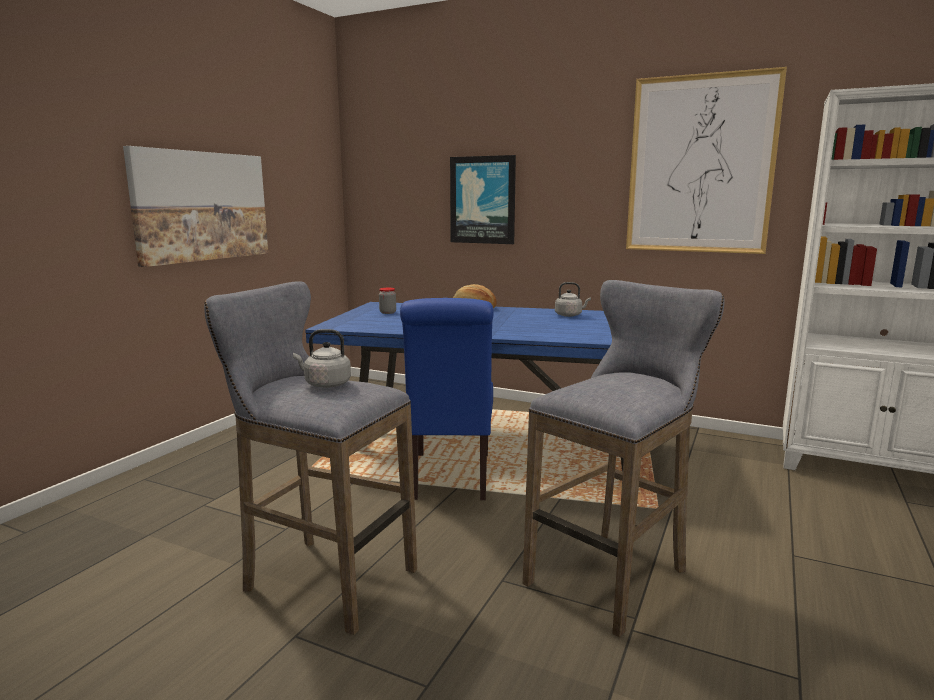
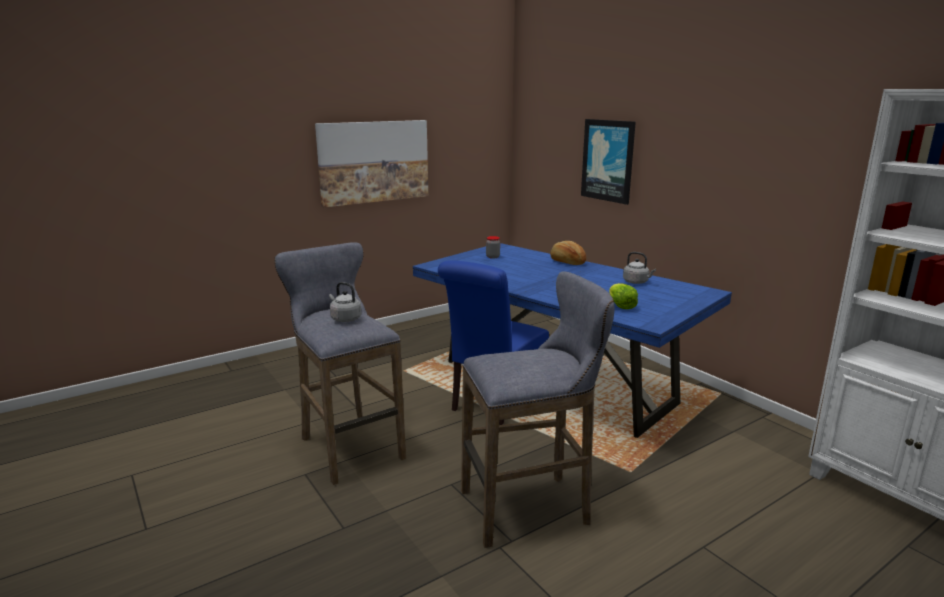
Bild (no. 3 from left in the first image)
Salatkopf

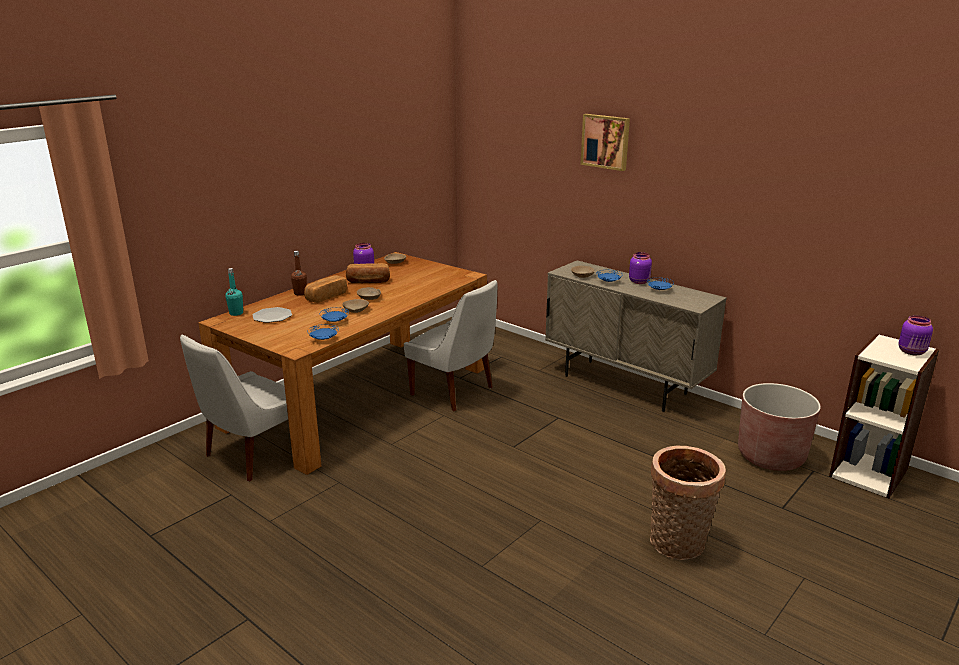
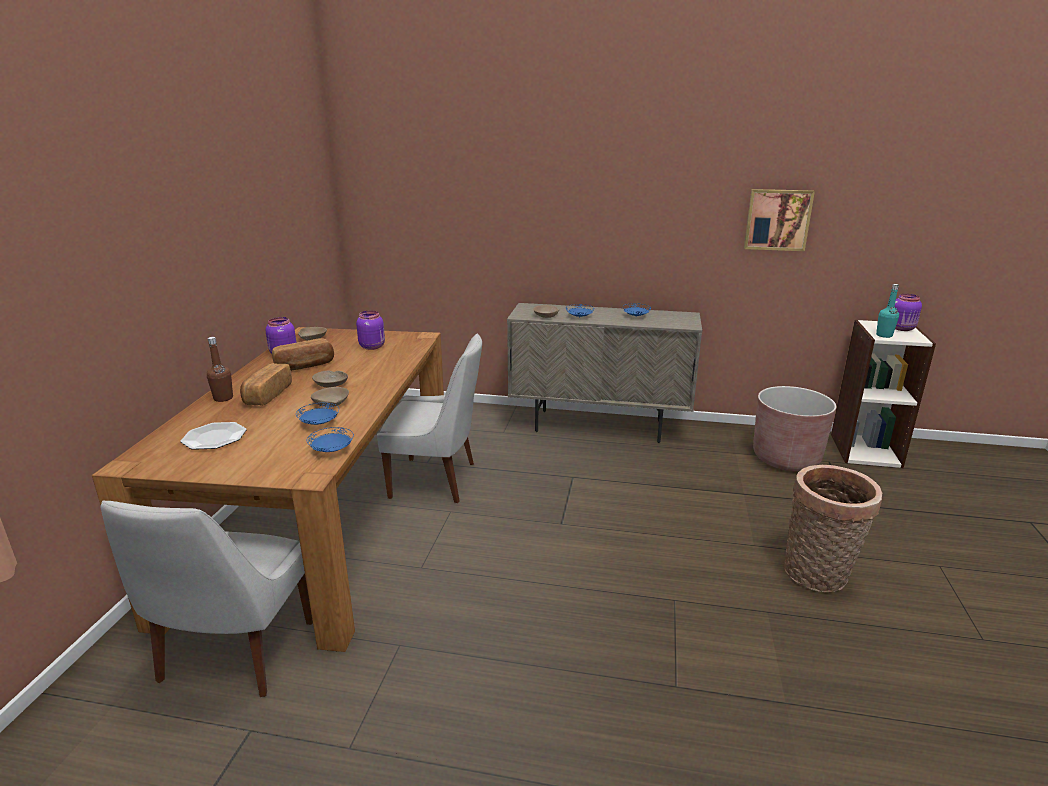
Bild
Vorratsglas [lila] (no. 2 from left)
Flasche [türkis]

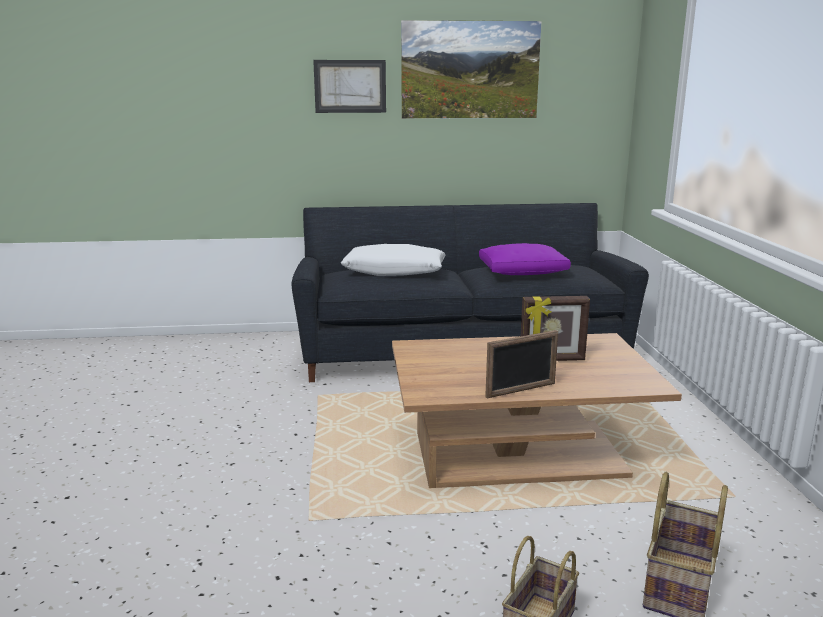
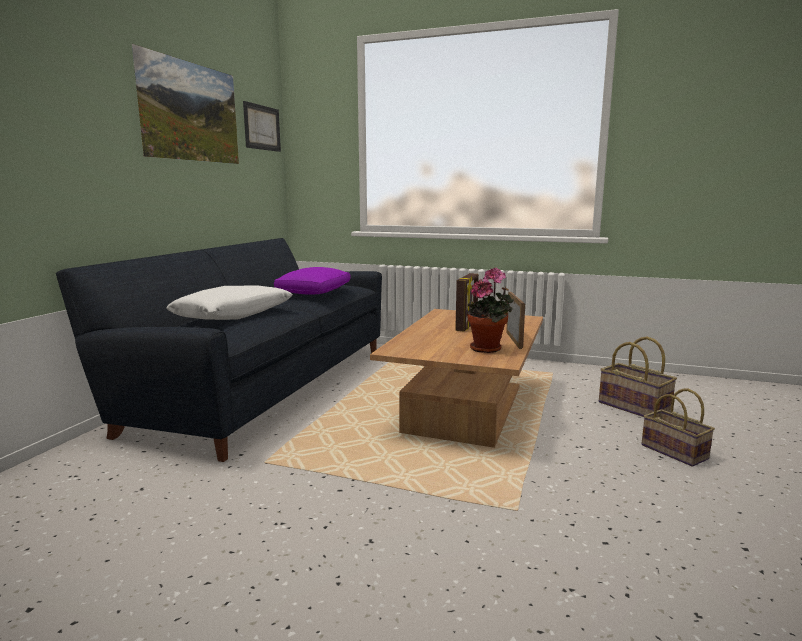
Bild (no. 2 from left)
Topfpflanze

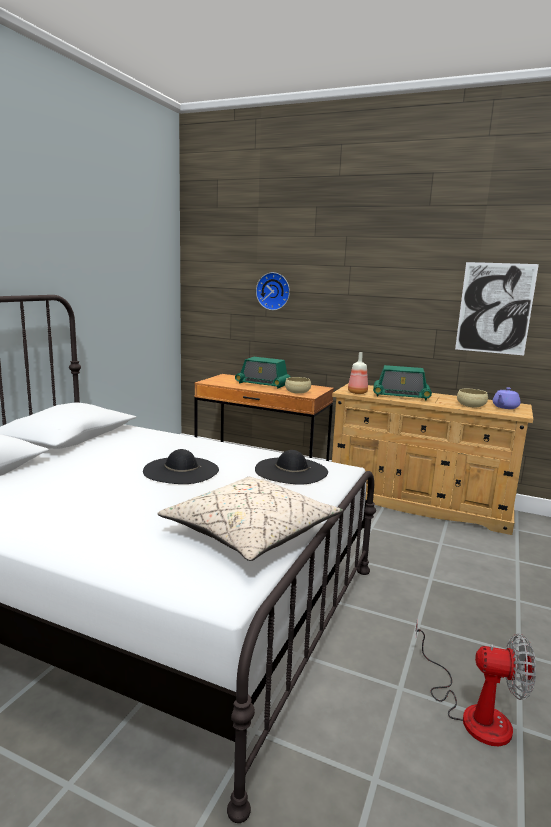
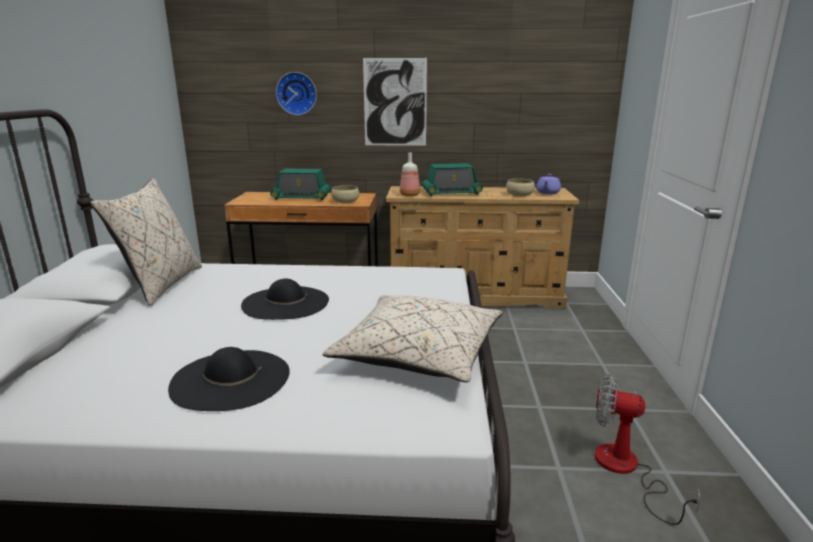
Bild
Hut [schwarz] (no. 1 from left)
Ventilator
Kissen [beige] (no. 1 from left)

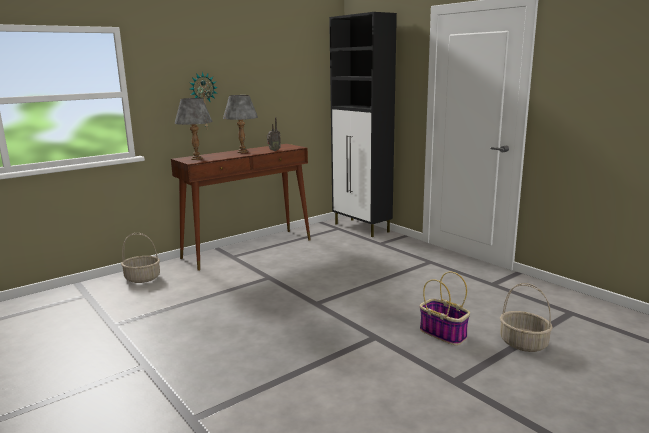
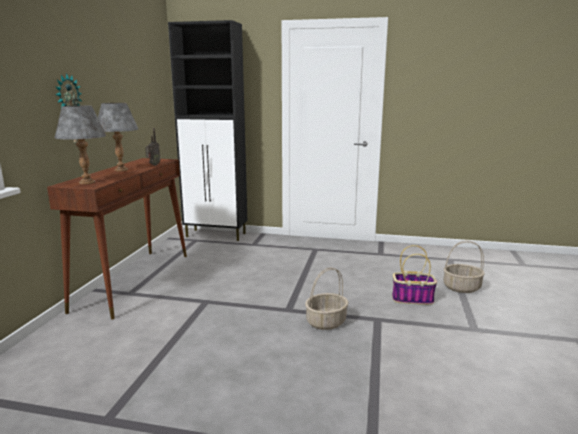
Korb (no. 1 from left)

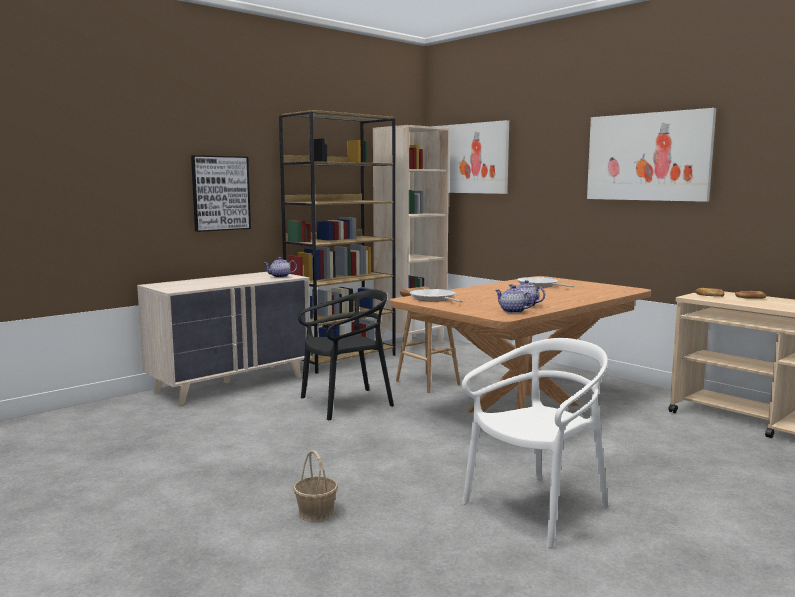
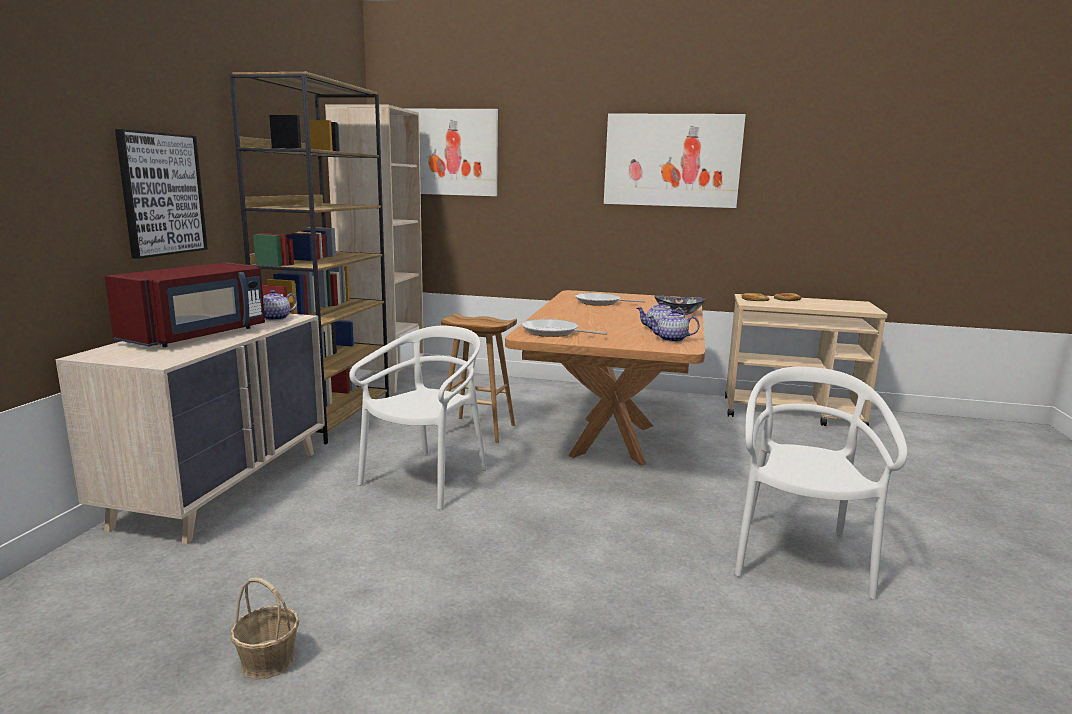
Stuhl [weiß] (no. 1 from left)
Korb
Mikrowelle [rot]
Schüssel

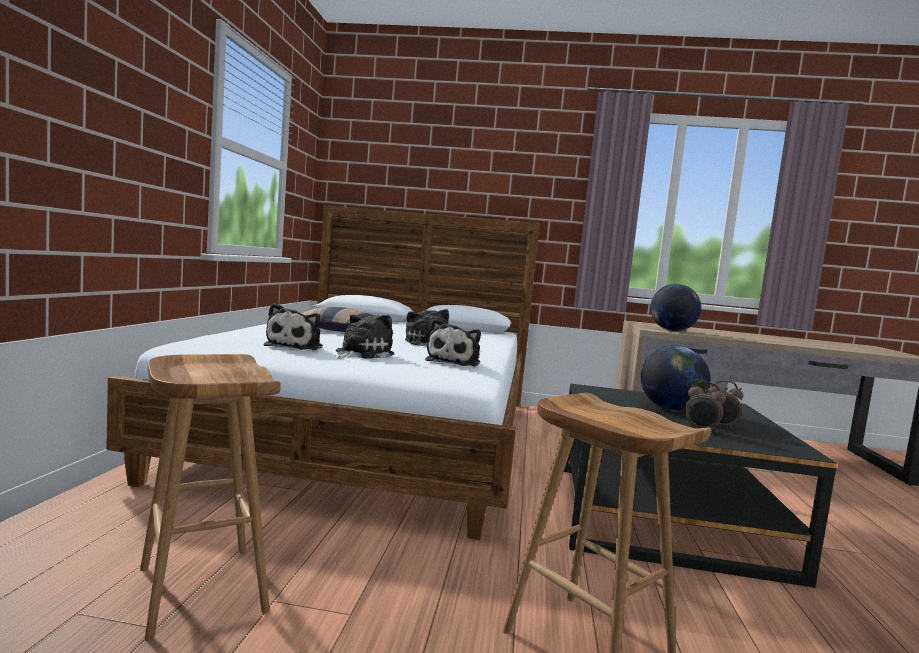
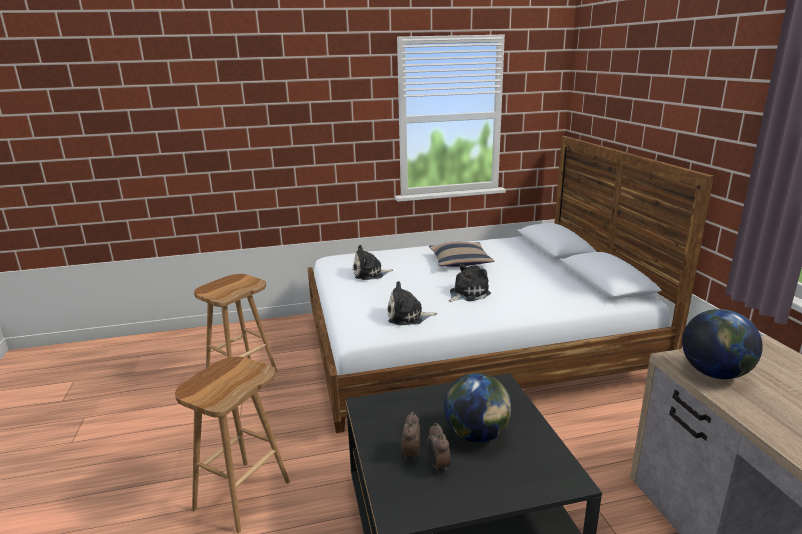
Plüschtier (no. 2 from left in the first image)

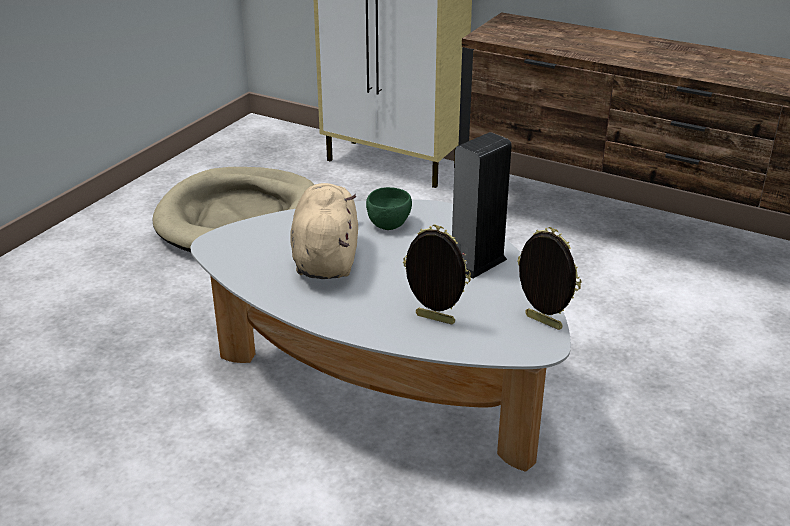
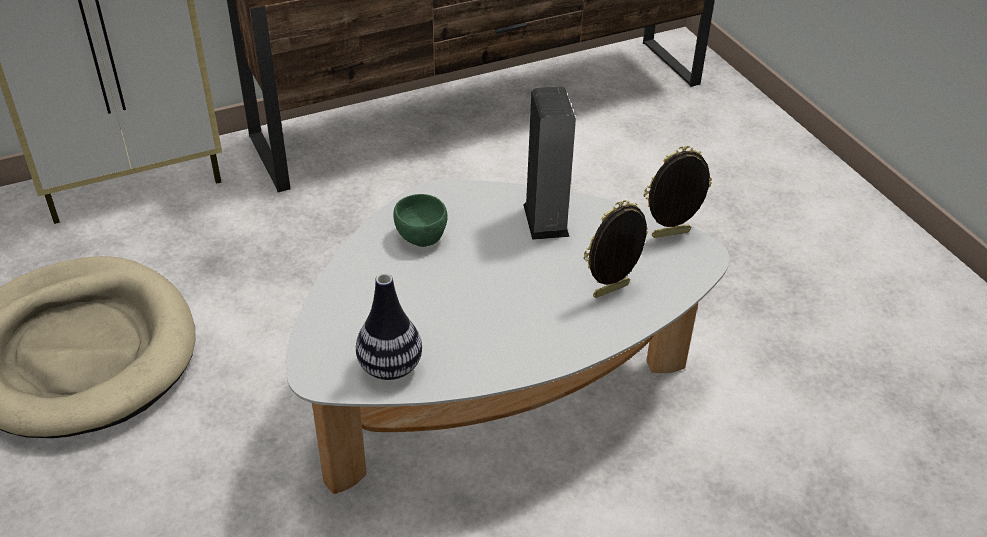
Plüschtier [beige]
Vase

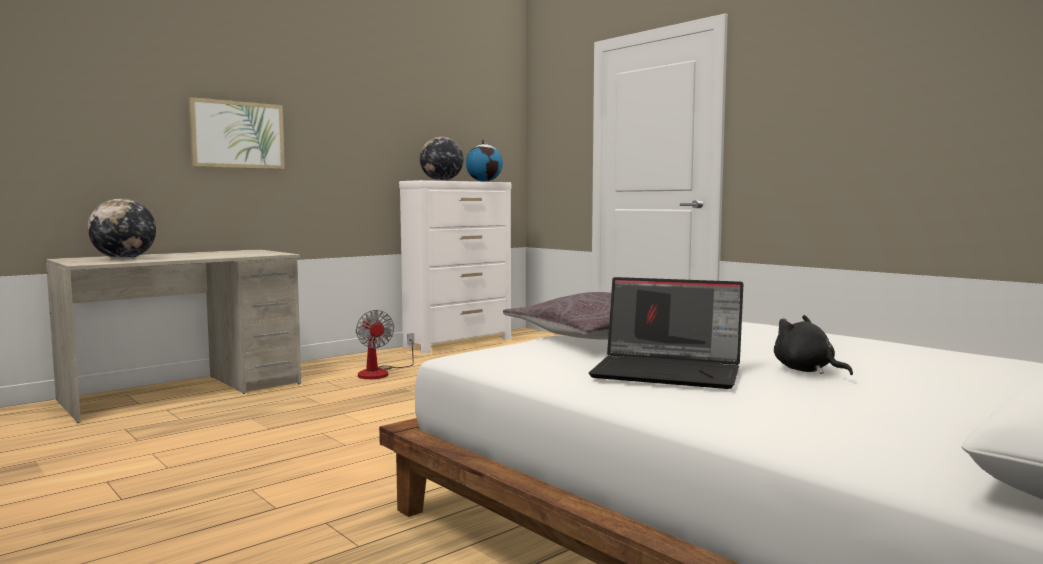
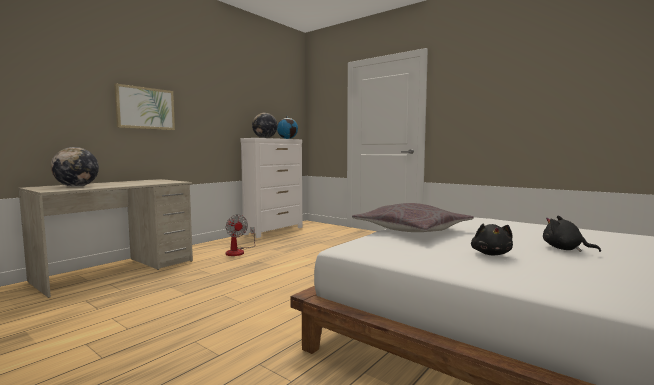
Plüschtier [schwarz] (no. 1 from left)

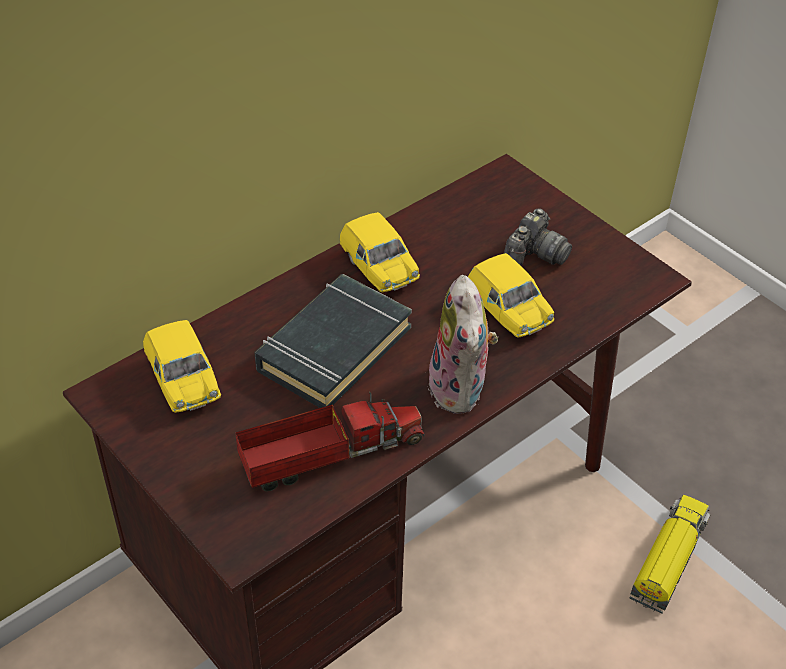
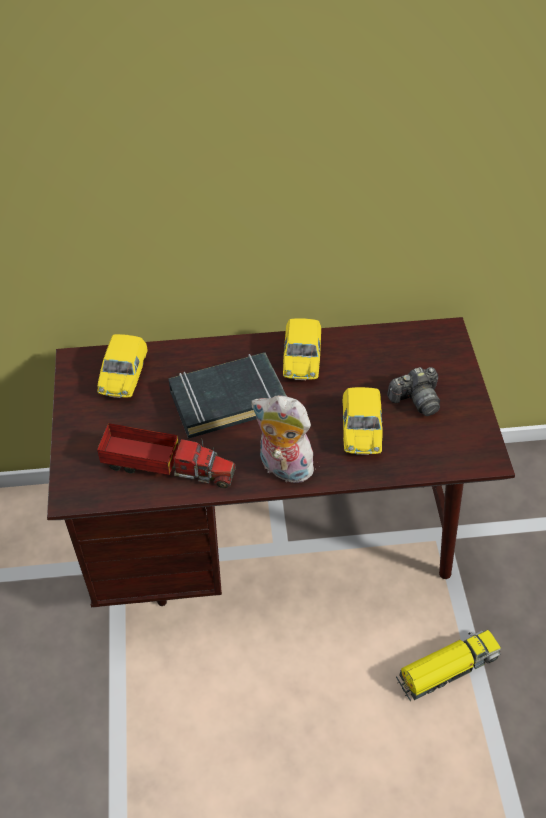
Plüschtier

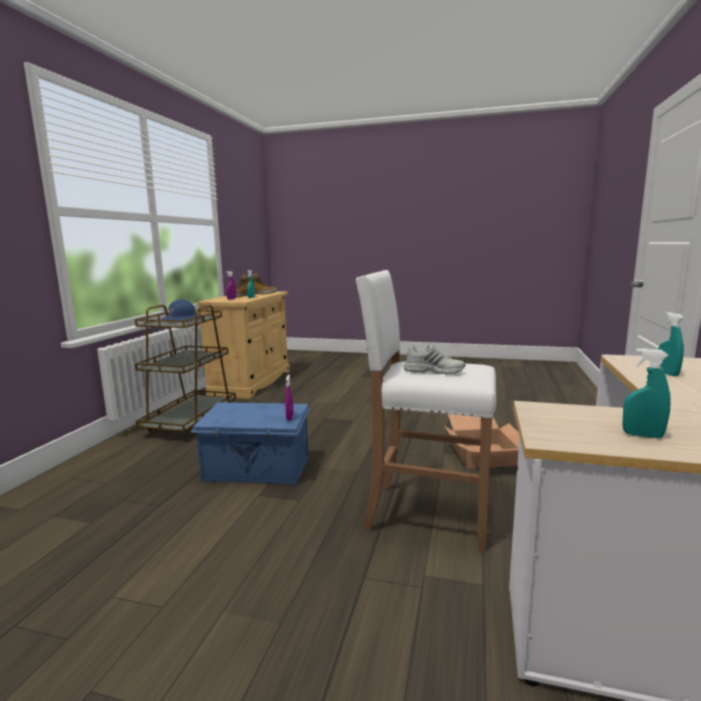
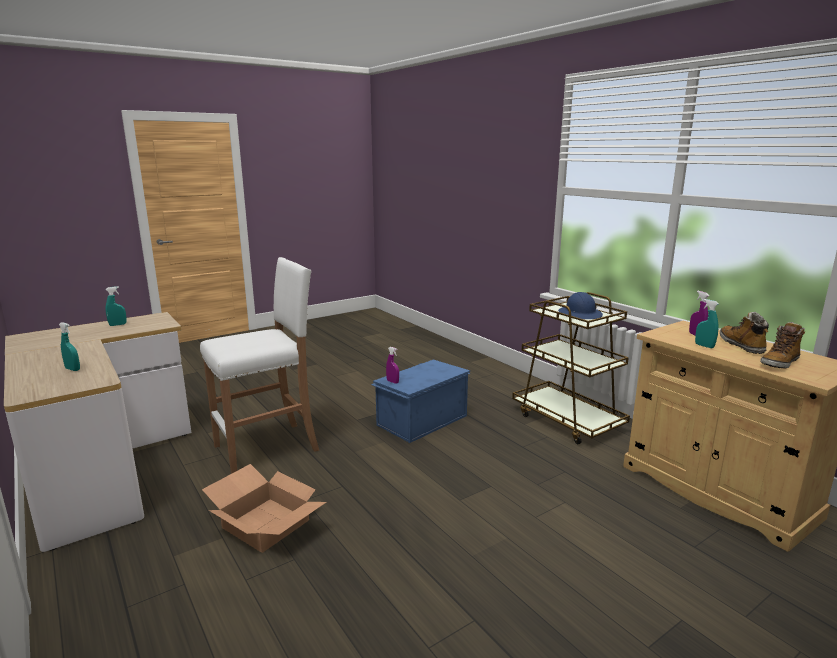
Schuh [weiß]

